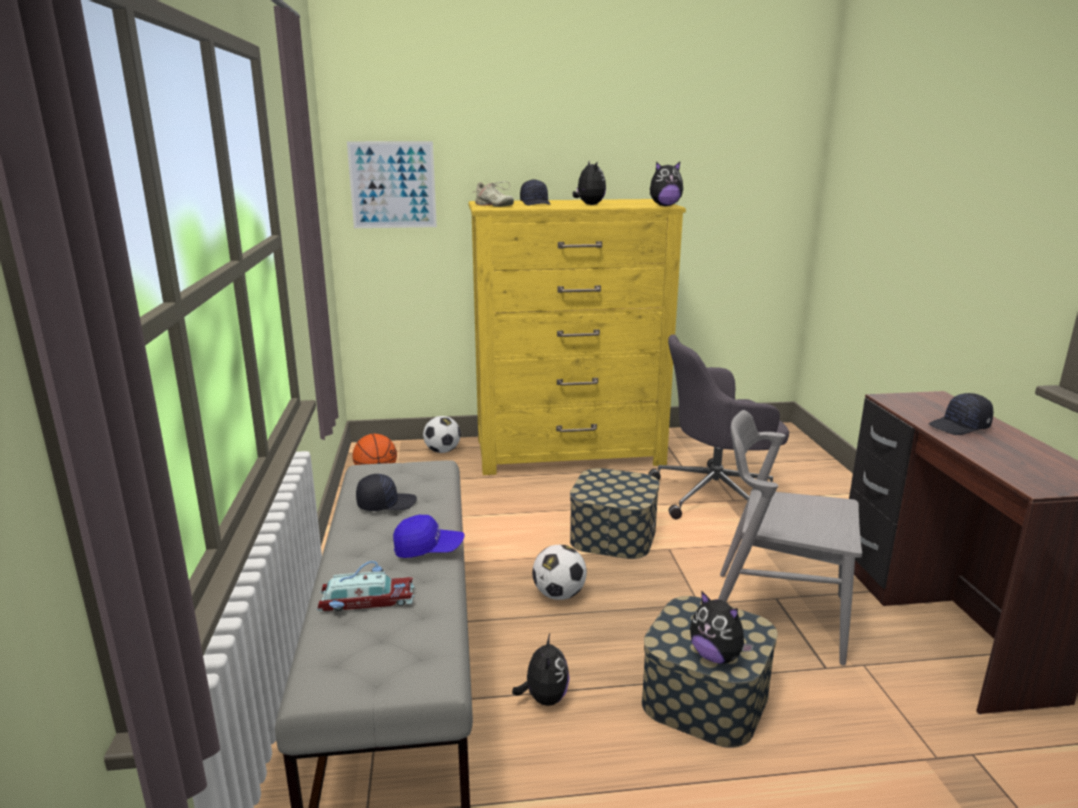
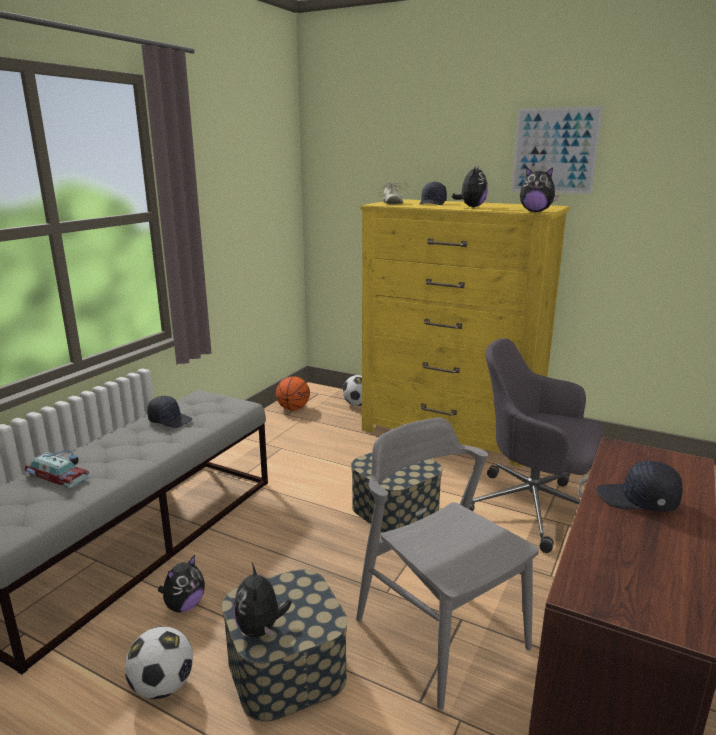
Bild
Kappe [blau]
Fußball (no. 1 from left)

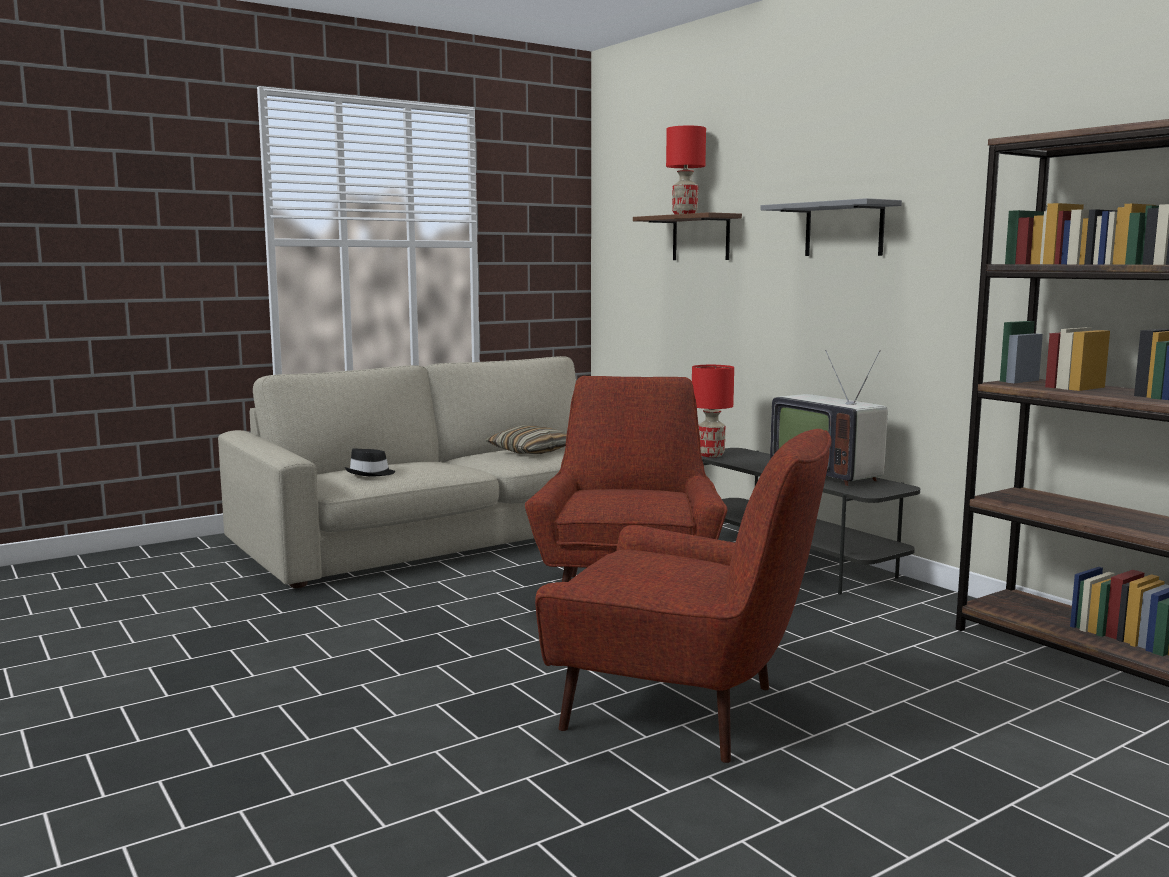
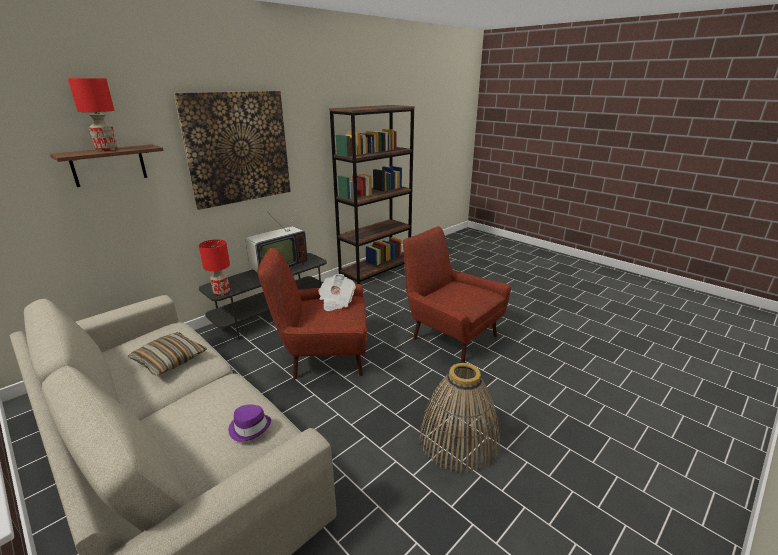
Bild
Sessel [rot] (no. 2 from left)
Hut [lila]
Zeitung
Korb

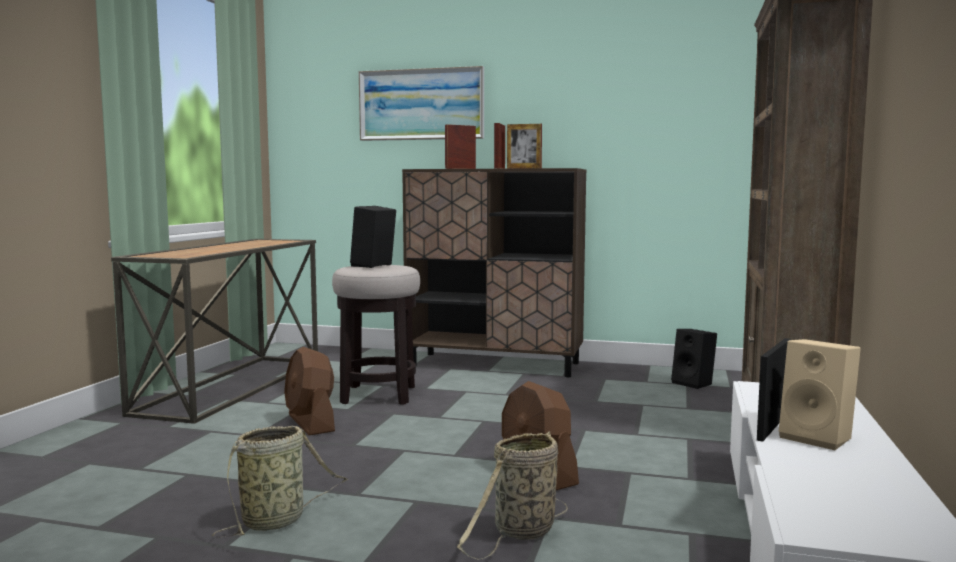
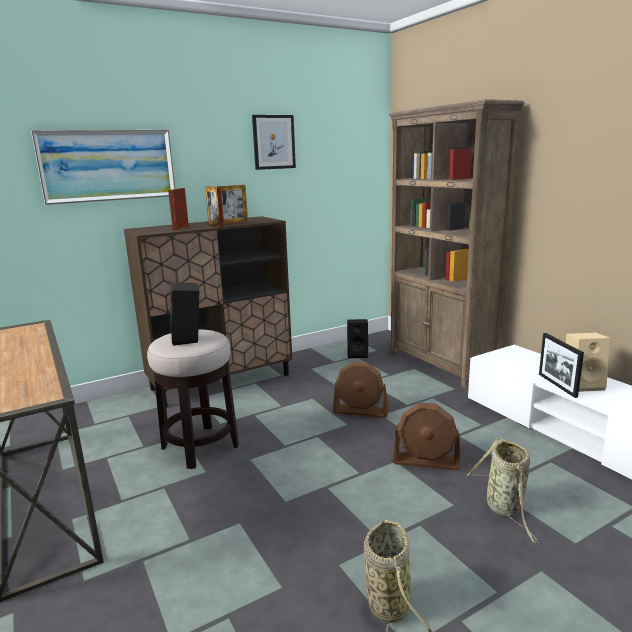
Ventilator [braun] (no. 1 from left)
Bild (no. 2 from left)

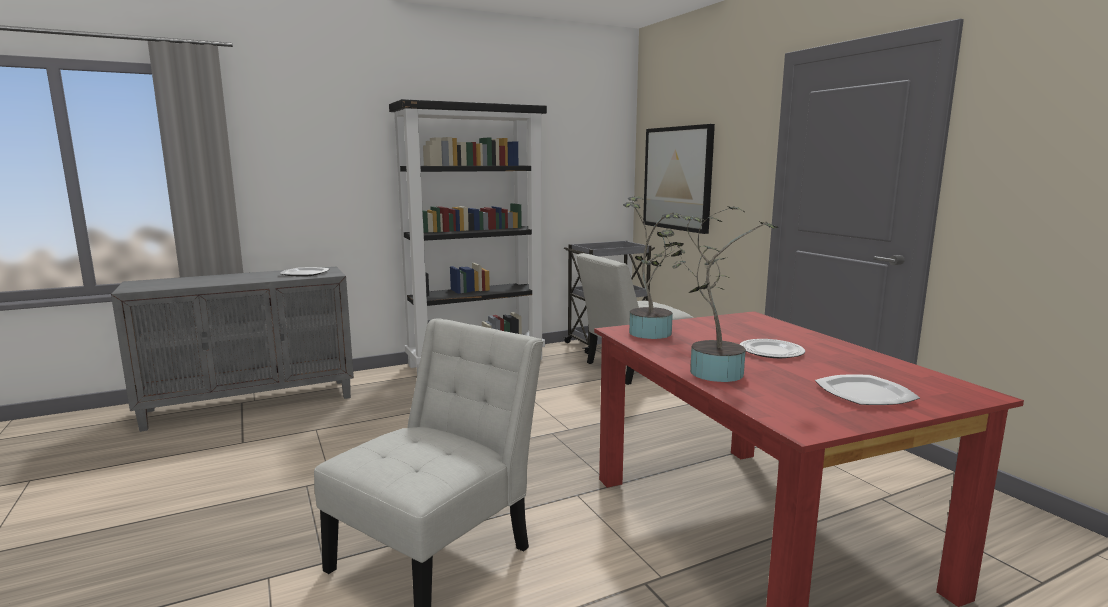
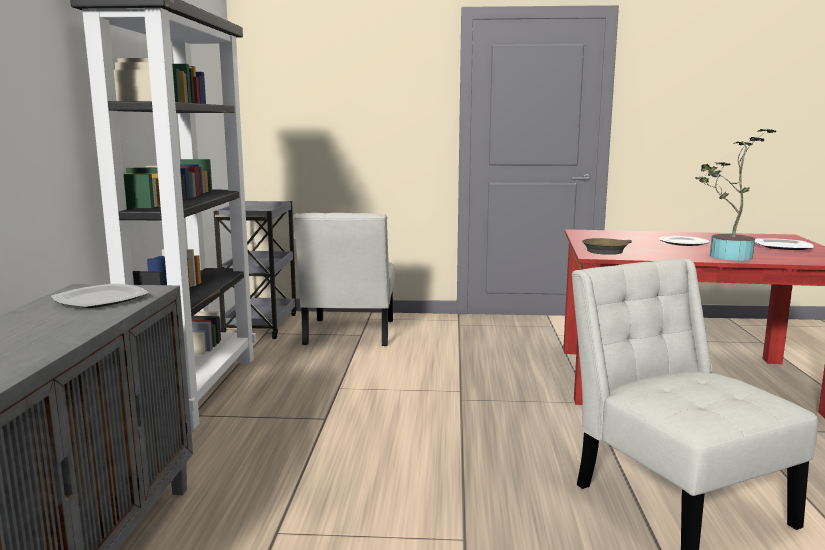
Bild
Pfanne [braun]

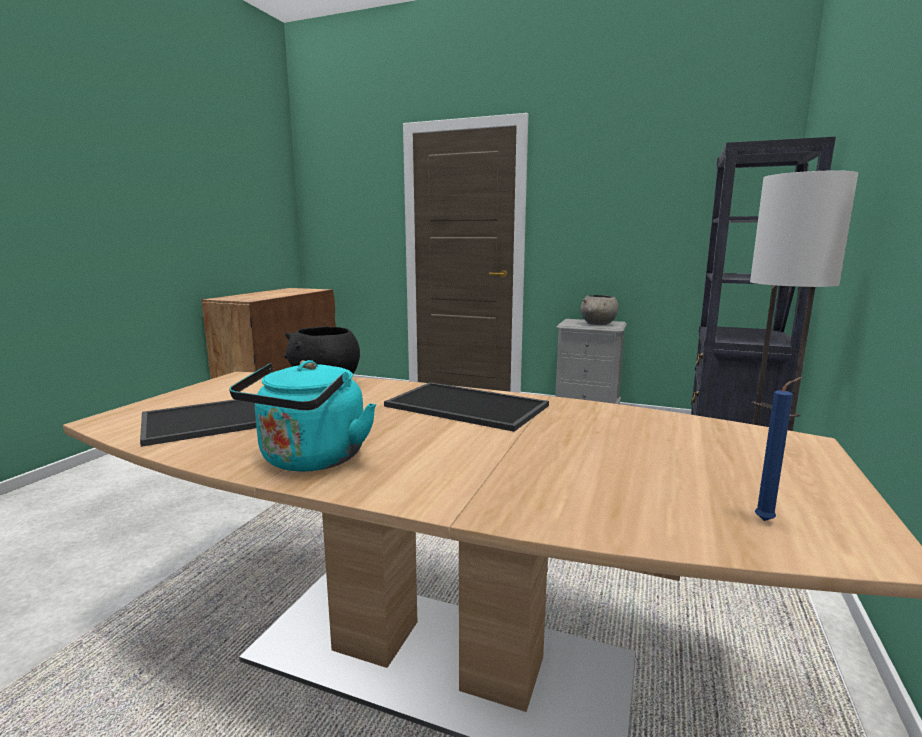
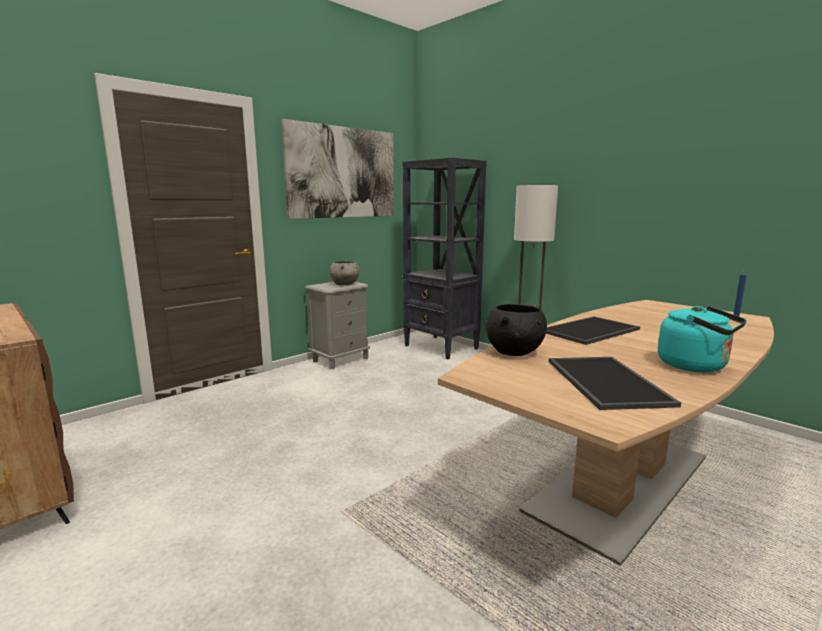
Bild

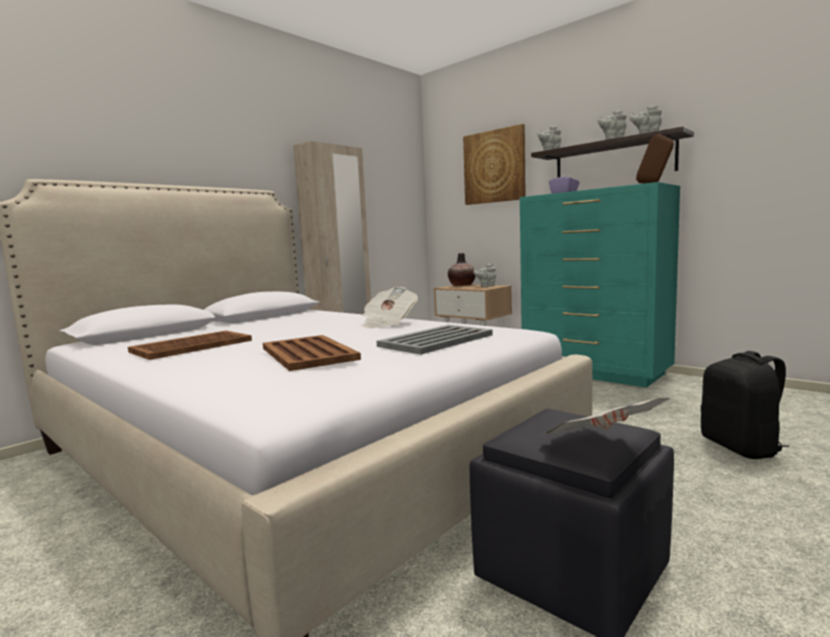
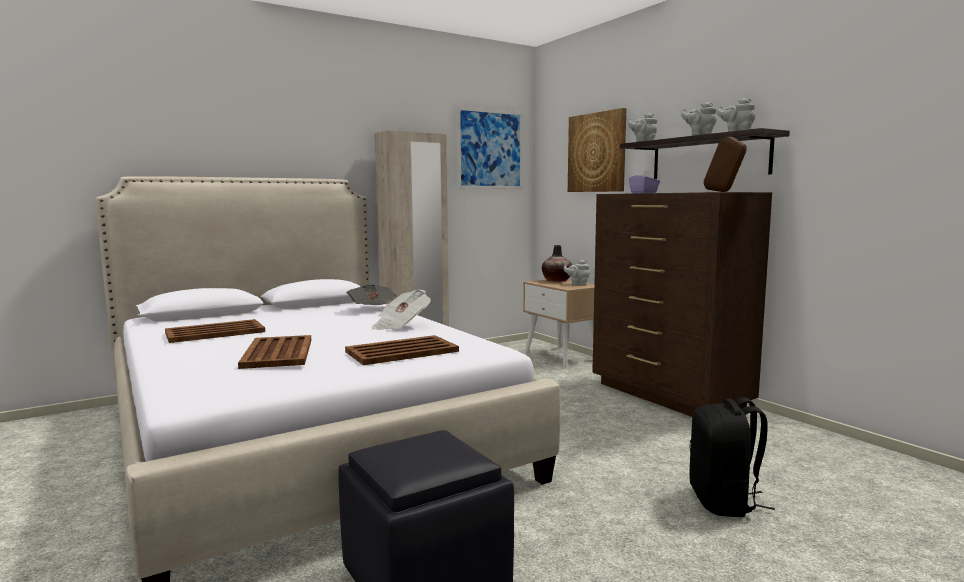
Kommode [braun]
Tablett [braun] (no. 3 from left)
Zeitung (no. 1 from left)
Bild (no. 1 from left)

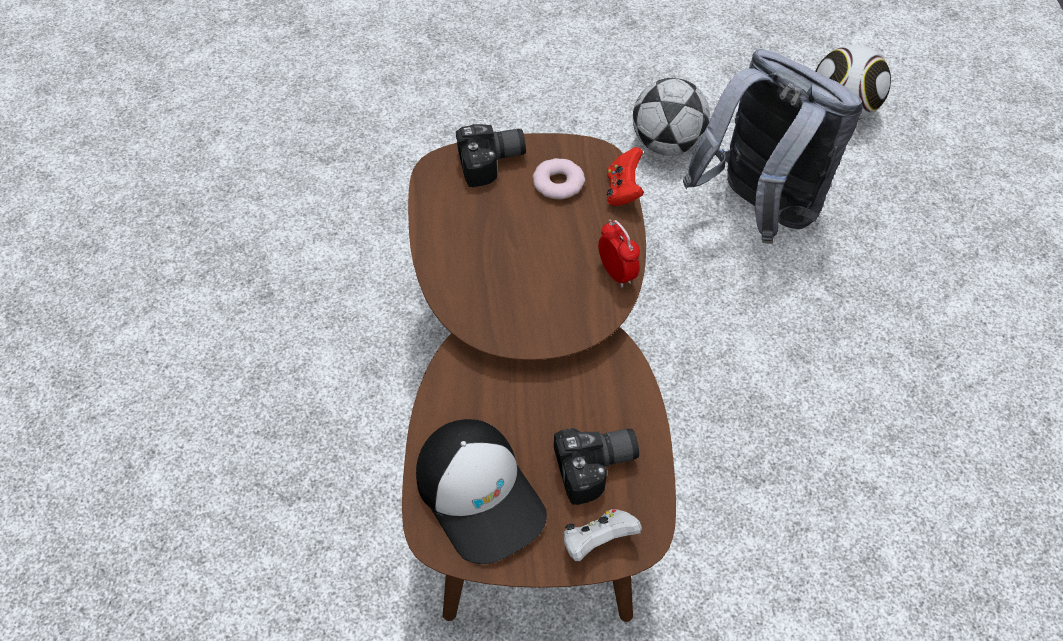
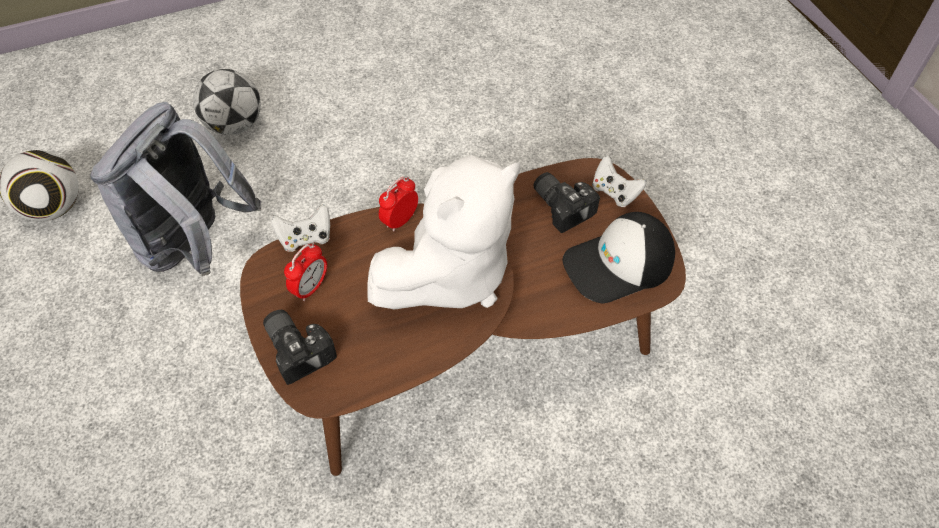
Fußball (no. 2 from left)
Gamepad [weiß] (no. 1 from left)
Wecker (no. 1 from left)
Kappe
Plüschtier [weiß]

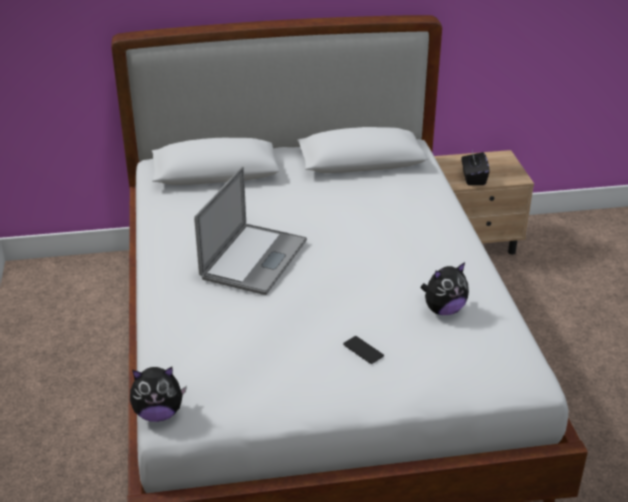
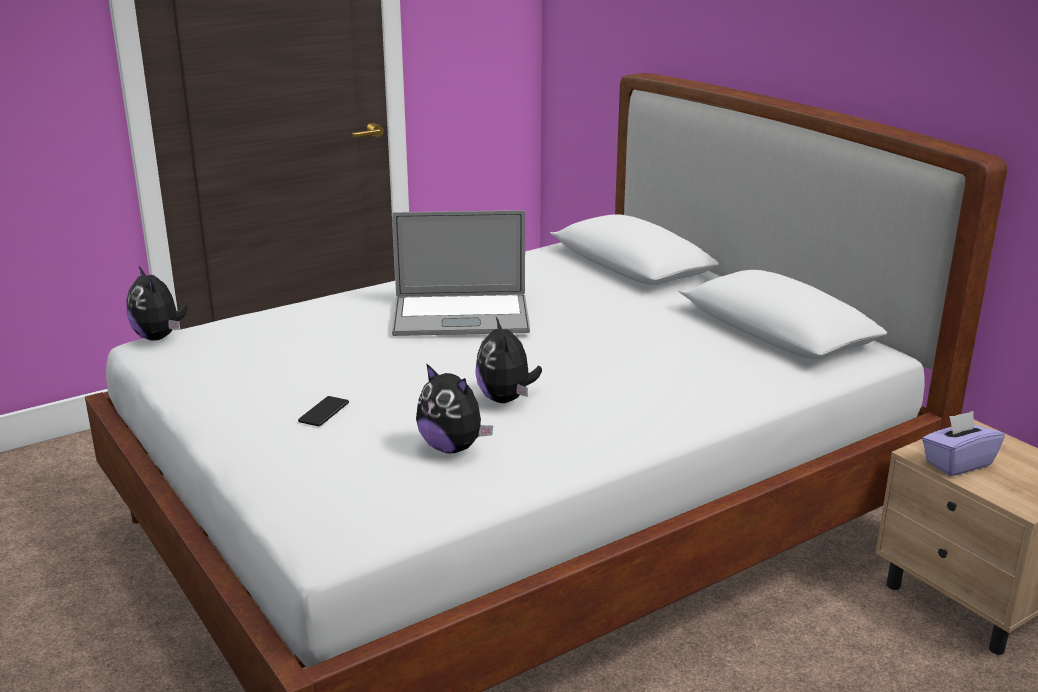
Taschentuchbox [lila]
Plüschtier (no. 3 from left)

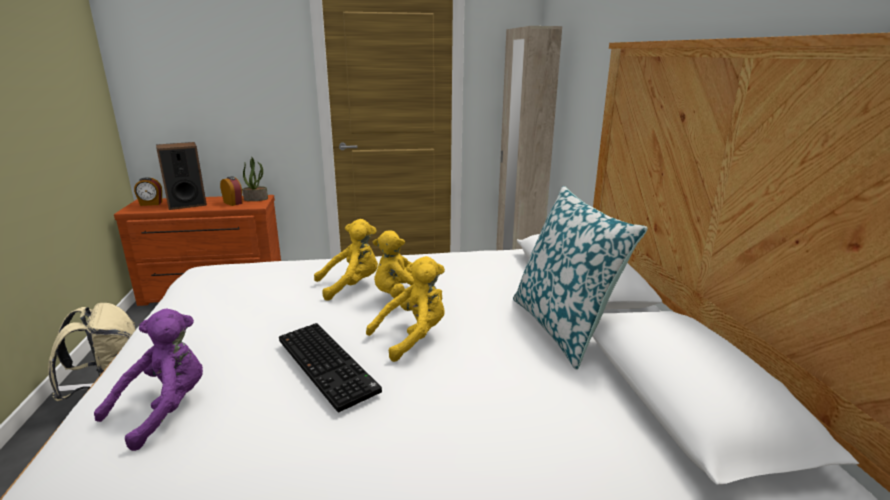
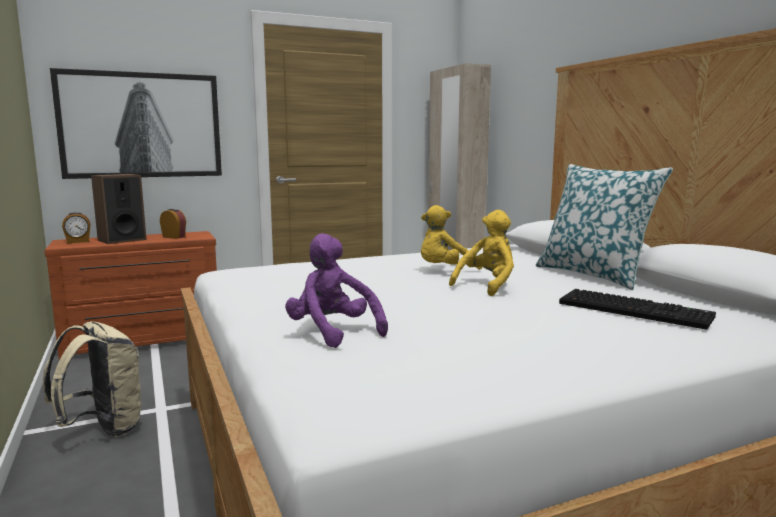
Topfpflanze
Plüschtier [gelb] (no. 1 from left in the first image)
Plüschtier [lila]
Tastatur
Bild

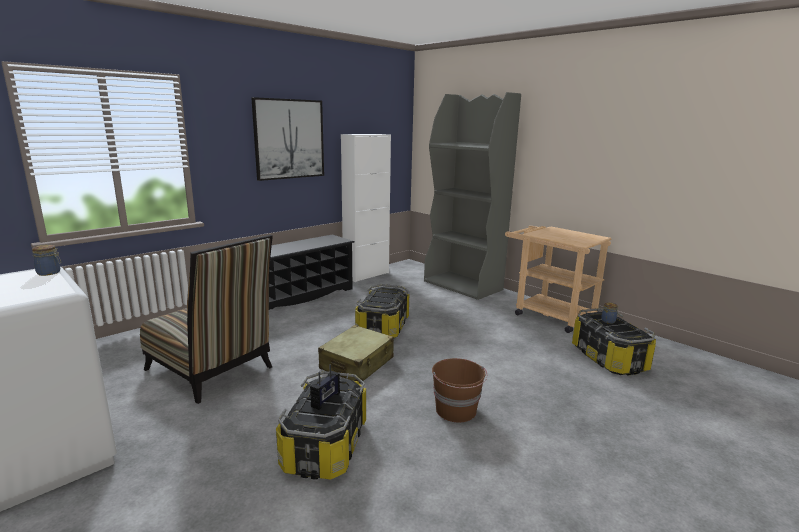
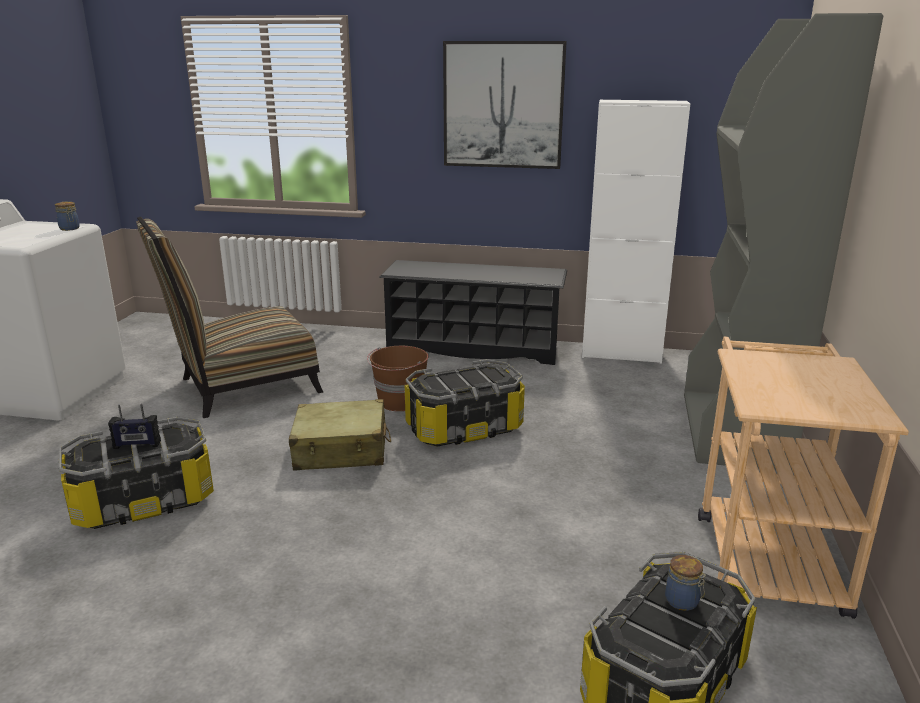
Stuhl
Eimer [braun]

